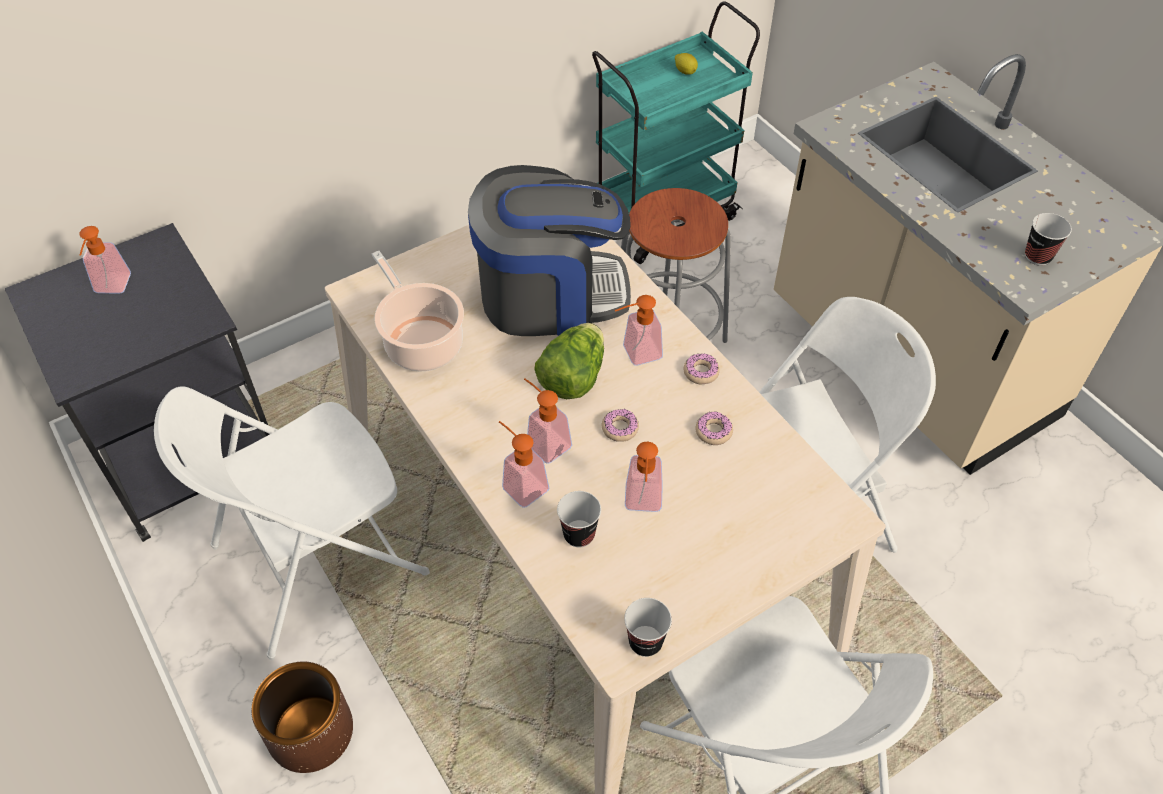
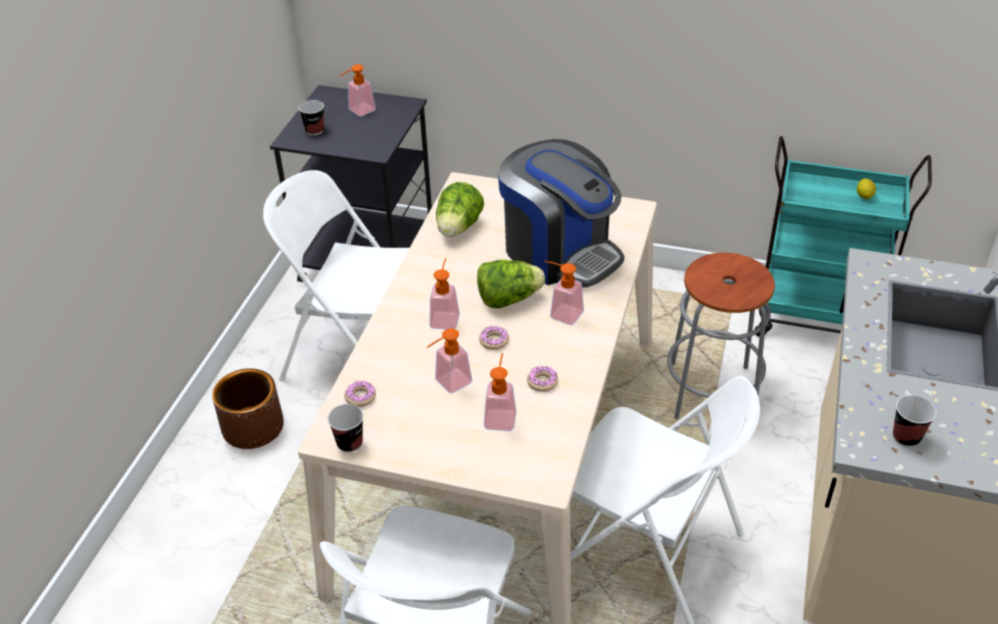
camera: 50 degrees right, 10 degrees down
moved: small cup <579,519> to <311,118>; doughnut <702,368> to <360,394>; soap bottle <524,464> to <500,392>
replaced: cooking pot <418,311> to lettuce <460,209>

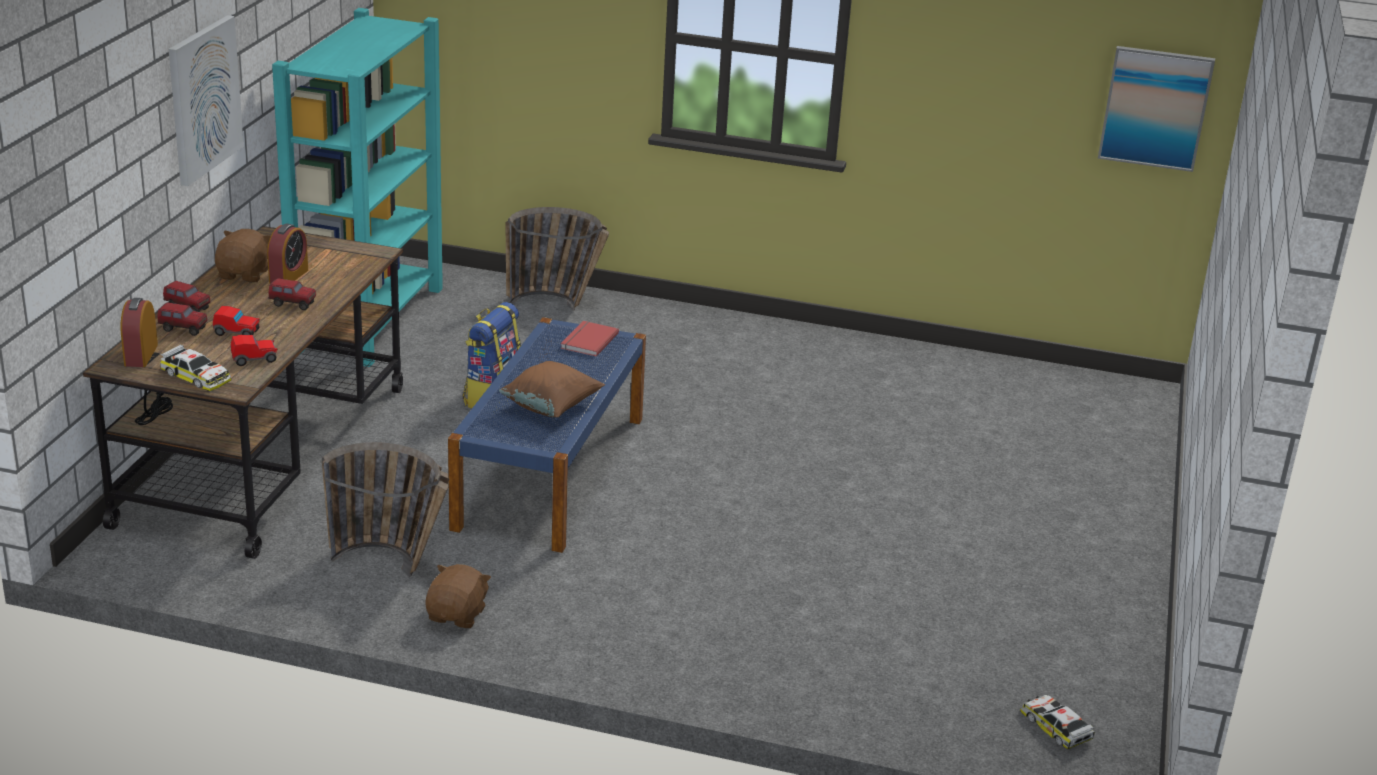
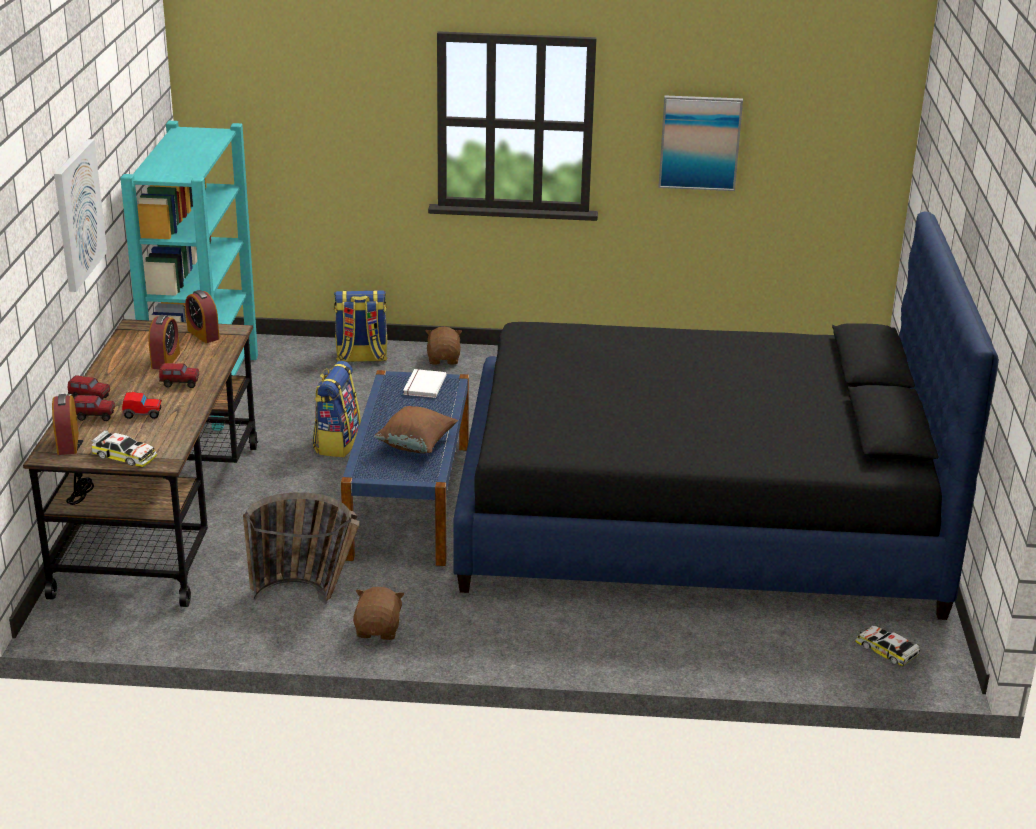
camera: 10 degrees left, 0 degrees up
removed: miniature car <254,350>
added: alarm clock <202,316>; sleeping bed in black <726,415>
moved: plush toy in brown-coloured <243,256> to <444,345>; picture <1156,109> to <701,143>
replaced: storage basket <557,259> to backpack <361,326>
recoloured: book in reddish <590,338> to book in whitish <424,383>

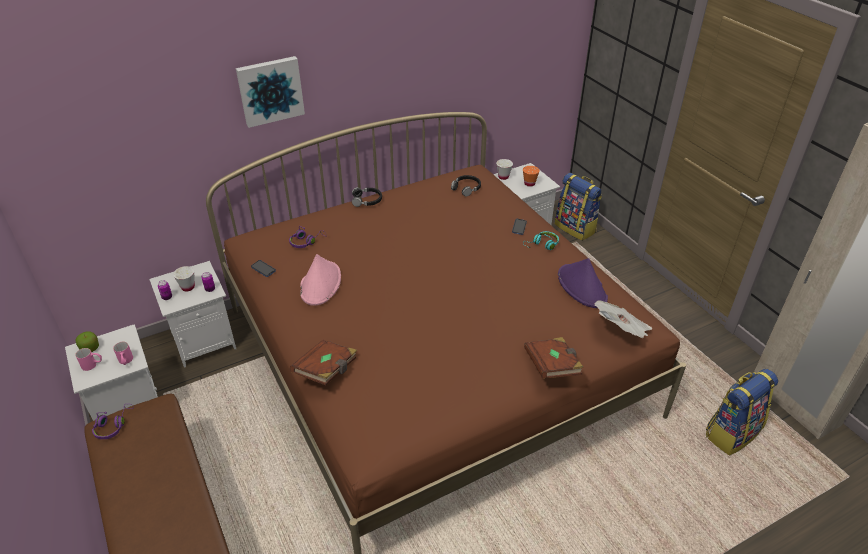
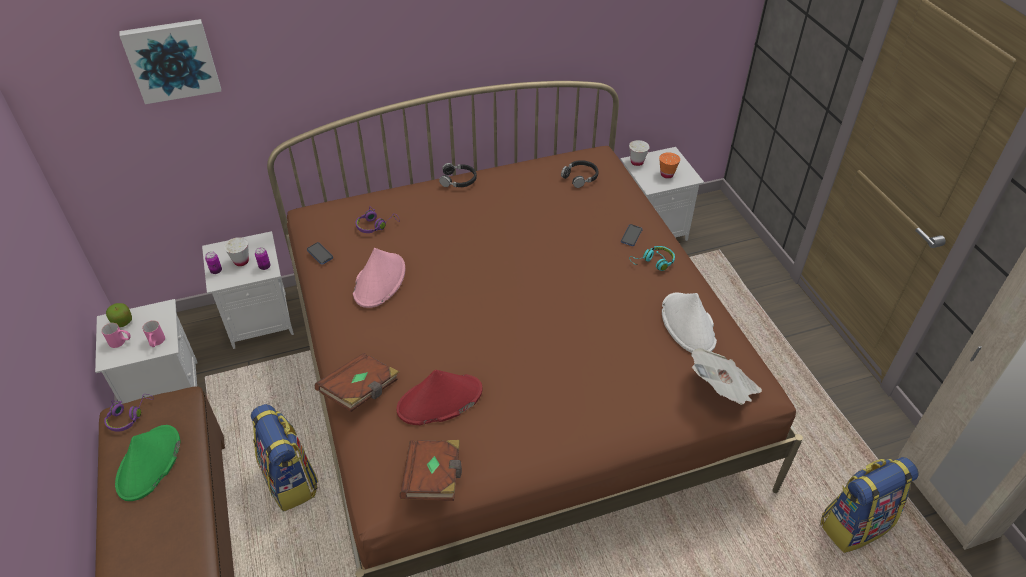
camera: 10 degrees right, 5 degrees up
added: hat in greenish <147,463>; hat in reddish <440,397>
moved: picture <270,92> to <170,61>; backpack <578,207> to <284,457>; book in brown-coloured <553,358> to <431,470>
recoloured: hat in purple <583,283> to hat in whitish <689,323>

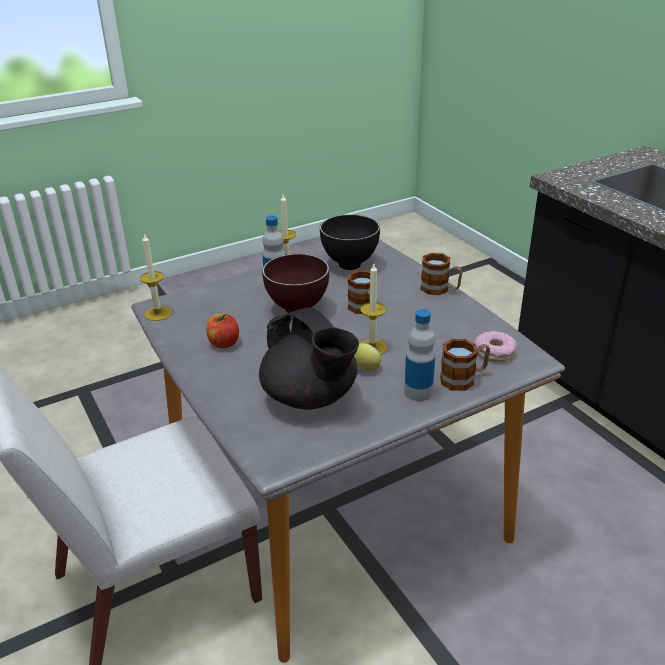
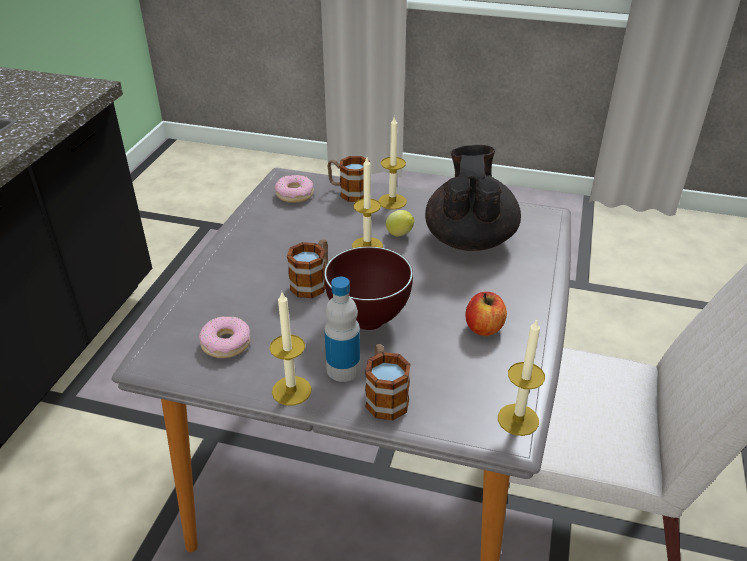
camera: 135 degrees left, 5 degrees up
moved: tea mug <441,274> to <388,382>
replaced: deep dish in black <350,242> to doughnut <224,337>; drink bottle <419,355> to wax candle <393,163>

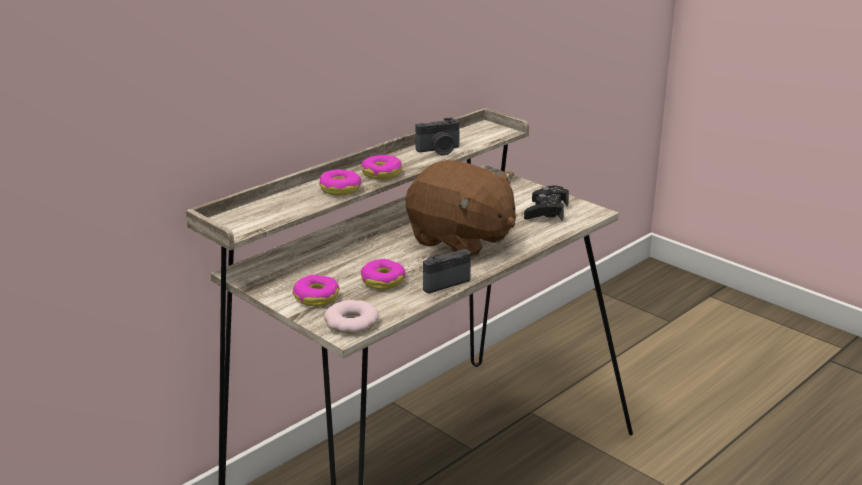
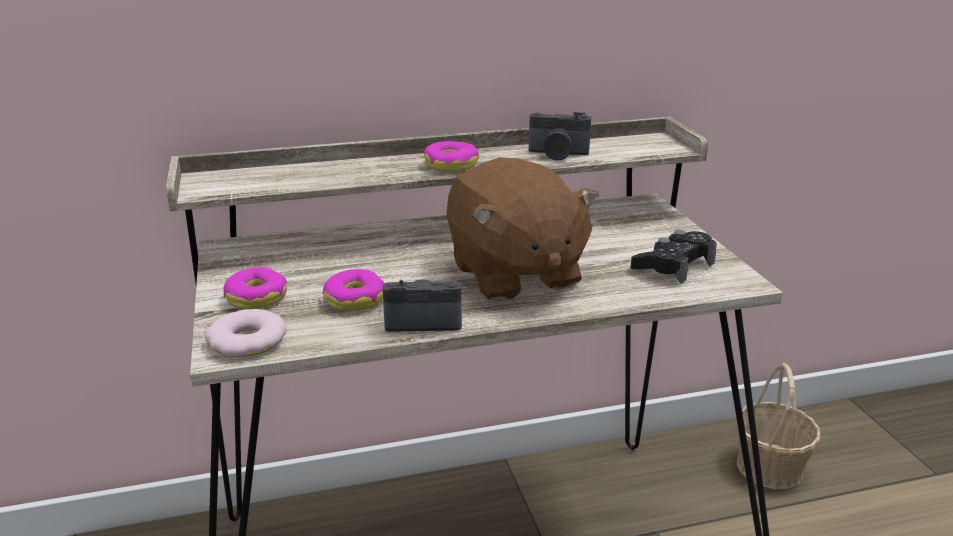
camera: 30 degrees right, 0 degrees up
removed: doughnut <340,182>
added: storage basket <778,426>

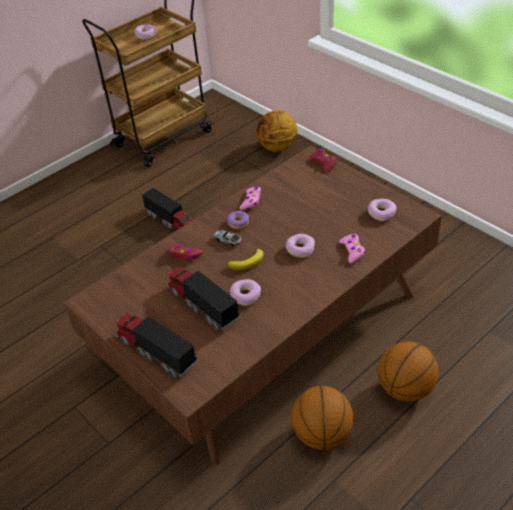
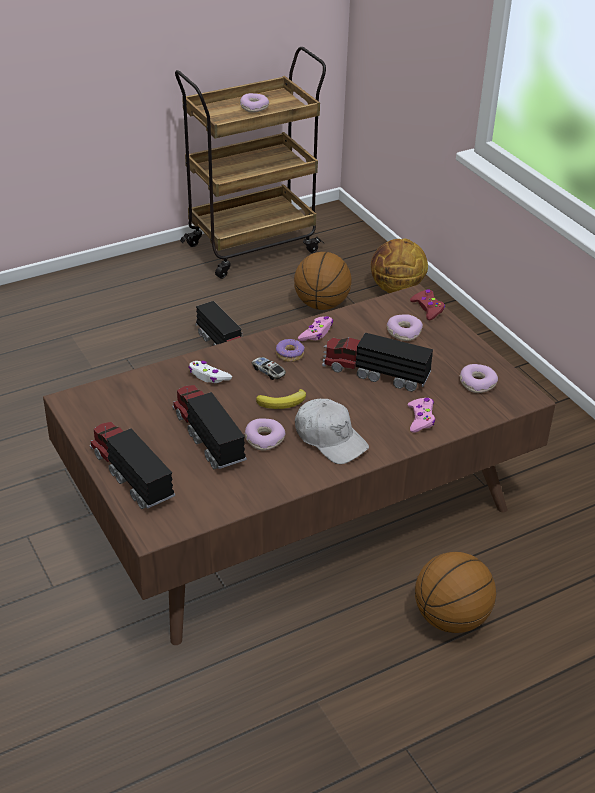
camera: 10 degrees right, 5 degrees down
added: peaked cap in whitish <332,431>; toy lorry <377,362>
moved: ball for basketball <322,418> to <323,281>; doughnut <300,246> to <405,327>
recoloured: game controller in reddish <185,252> to game controller in whitish <210,372>

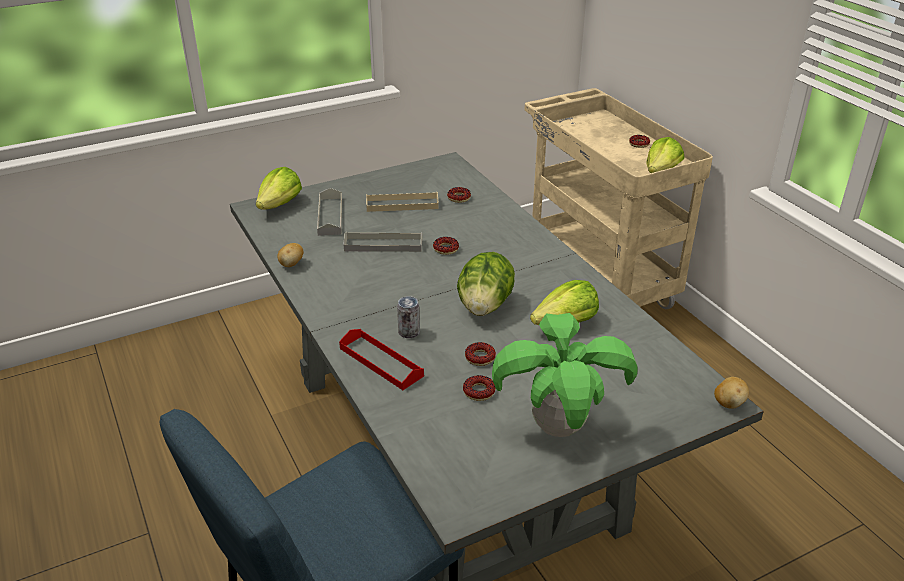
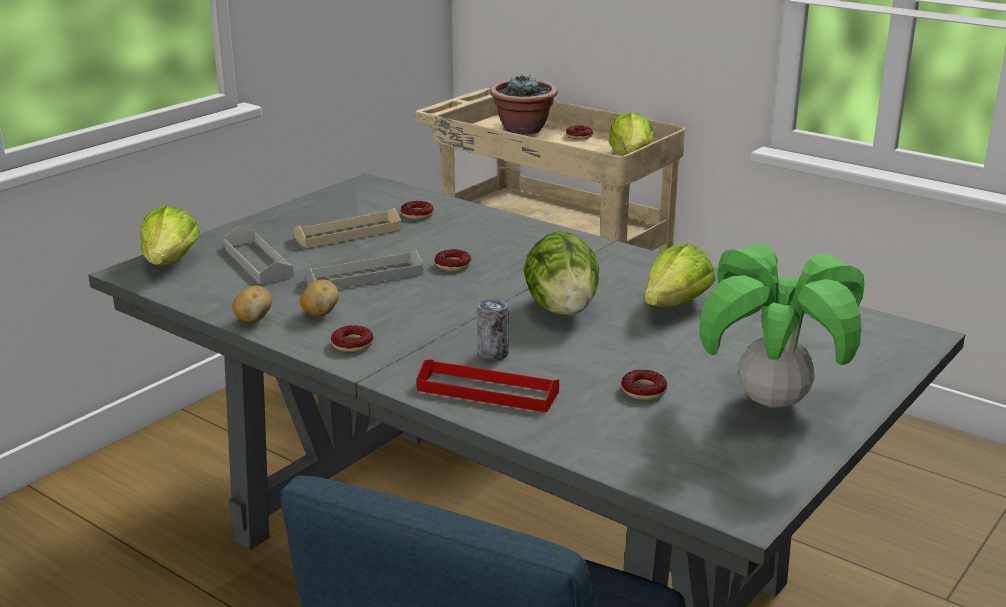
camera: 25 degrees left, 10 degrees down
added: potted plant <524,104>
moved: spud <731,393> to <319,298>; doughnut <480,354> to <352,338>

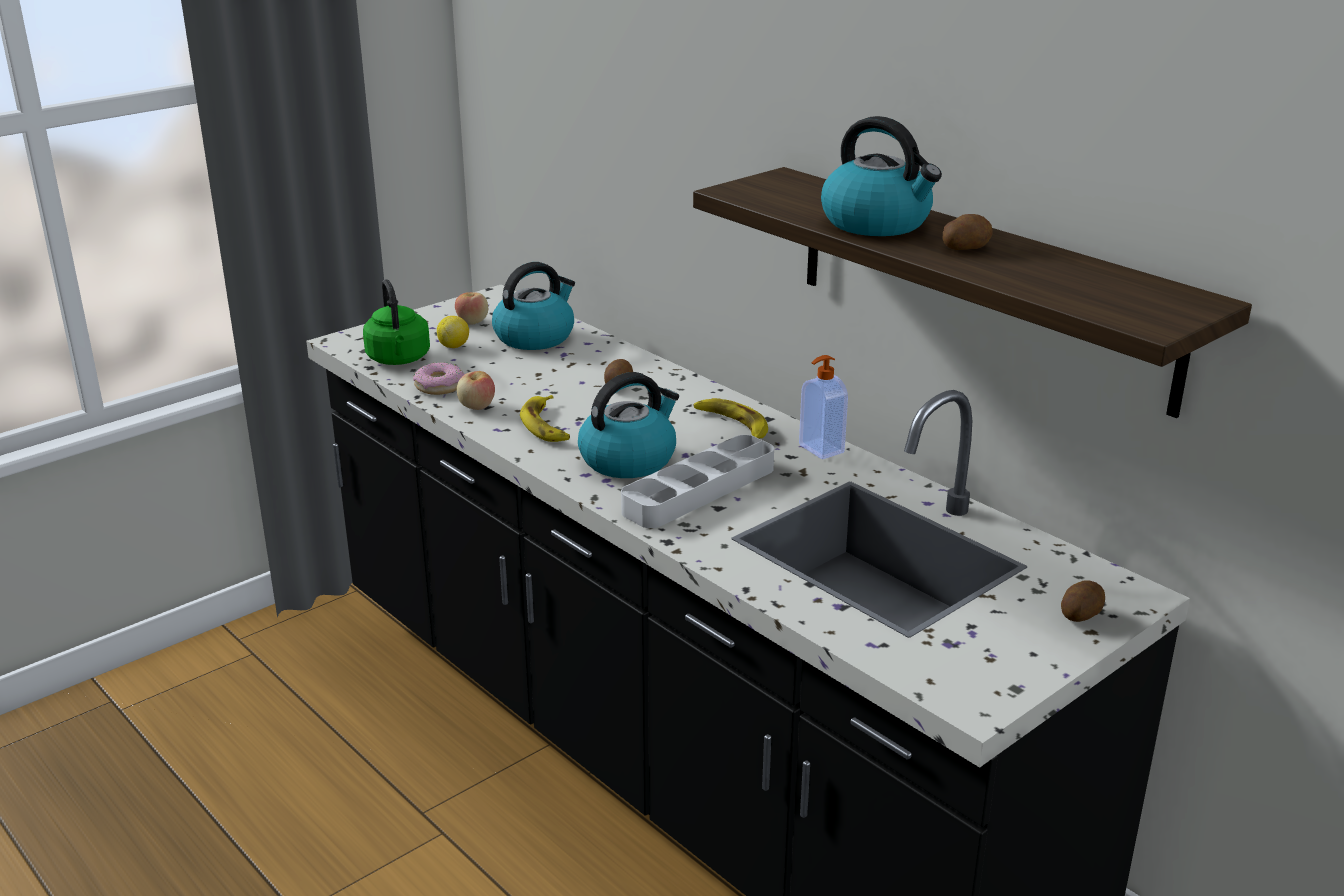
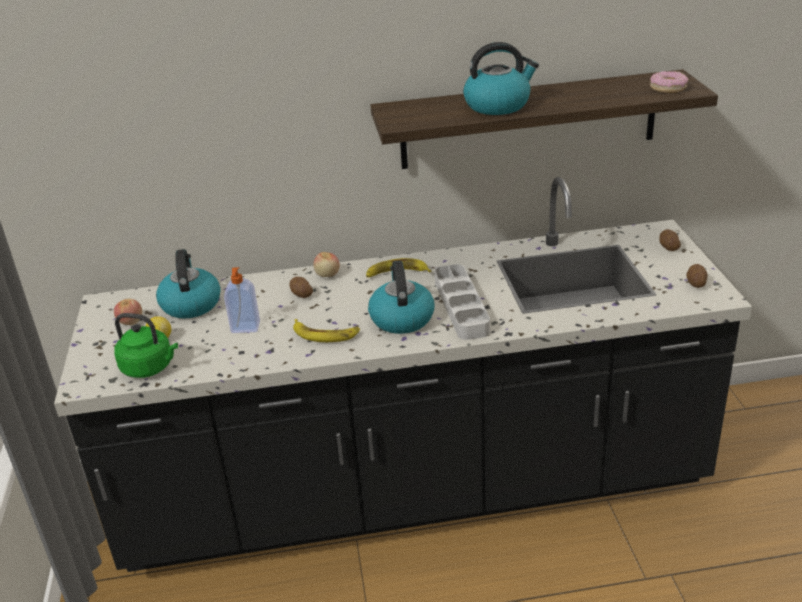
camera: 55 degrees left, 5 degrees up
moved: soap bottle <823,407> to <242,300>; whole apple <476,390> to <327,264>; doughnut <439,378> to <669,82>; spud <967,232> to <696,276>

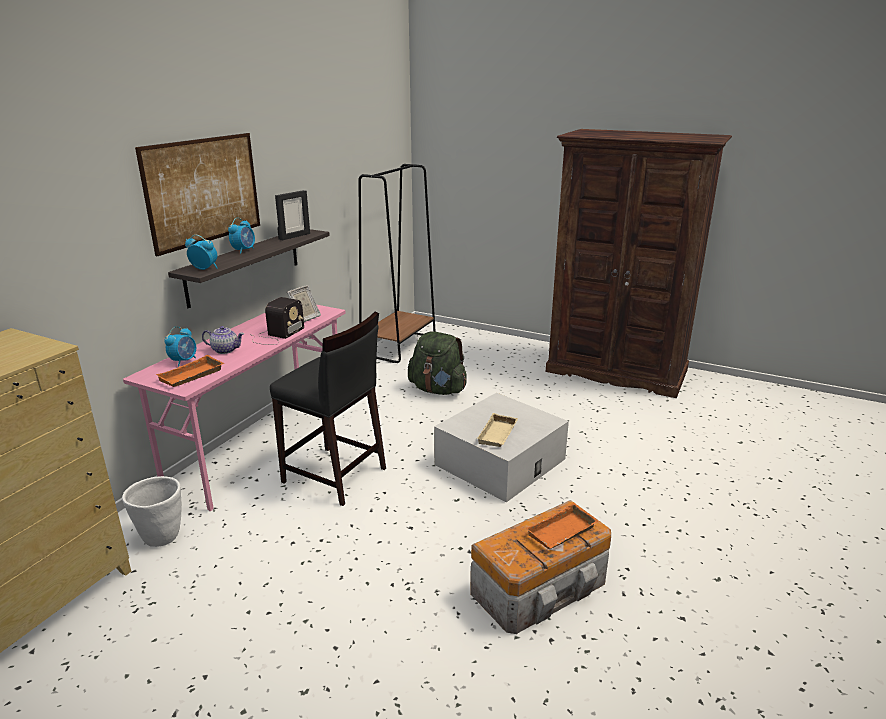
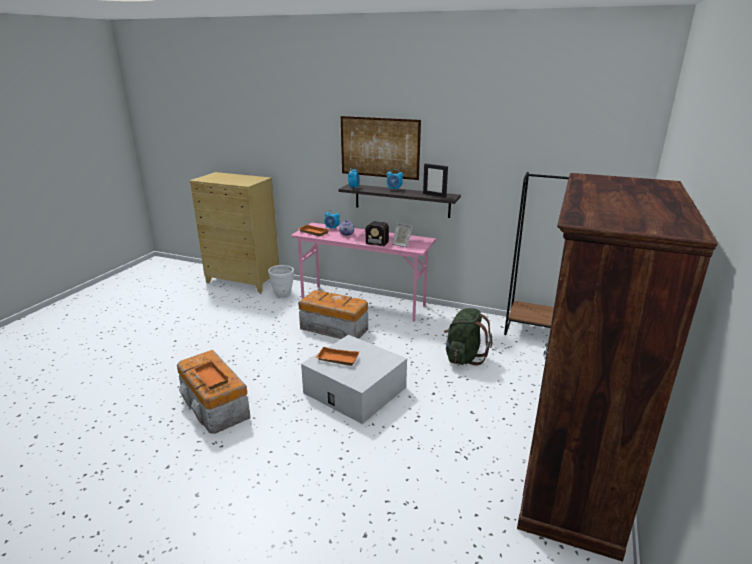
camera: 85 degrees right, 0 degrees up
replaced: sitting stool in black <328,409> to storage box <333,314>
recoloured: serving tray in sand-coloured <497,430> to serving tray in orange <337,356>

